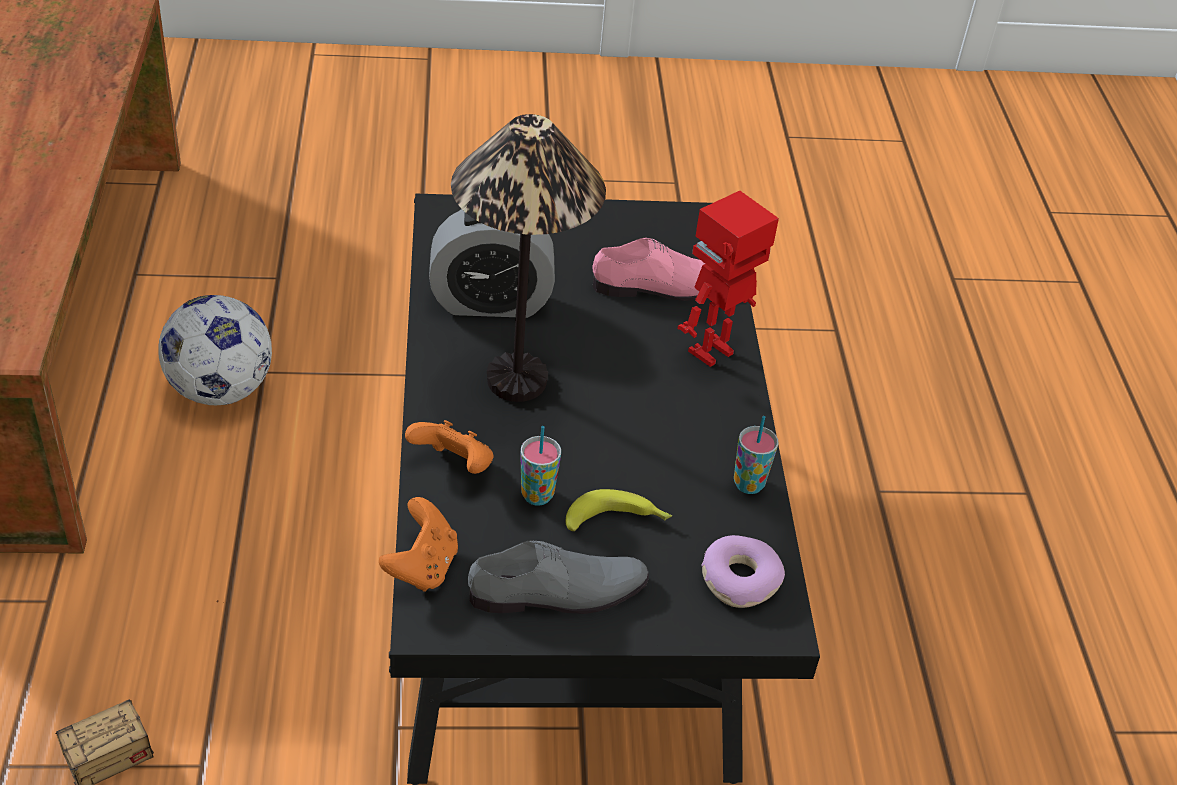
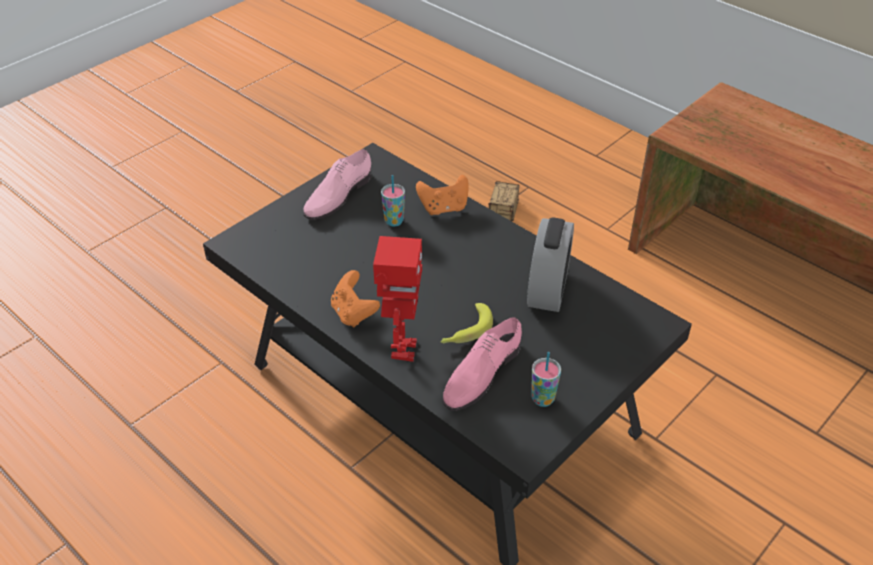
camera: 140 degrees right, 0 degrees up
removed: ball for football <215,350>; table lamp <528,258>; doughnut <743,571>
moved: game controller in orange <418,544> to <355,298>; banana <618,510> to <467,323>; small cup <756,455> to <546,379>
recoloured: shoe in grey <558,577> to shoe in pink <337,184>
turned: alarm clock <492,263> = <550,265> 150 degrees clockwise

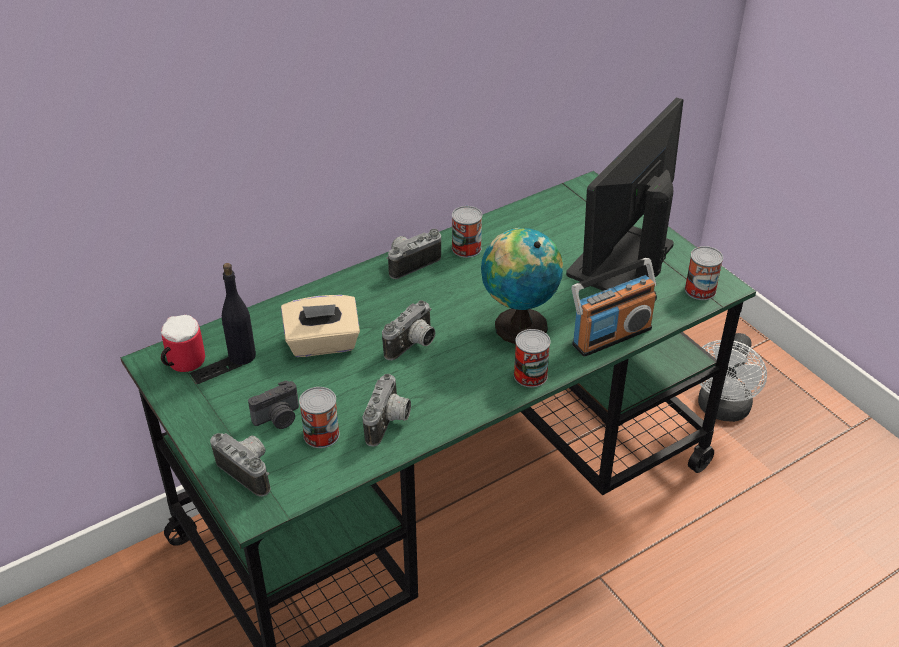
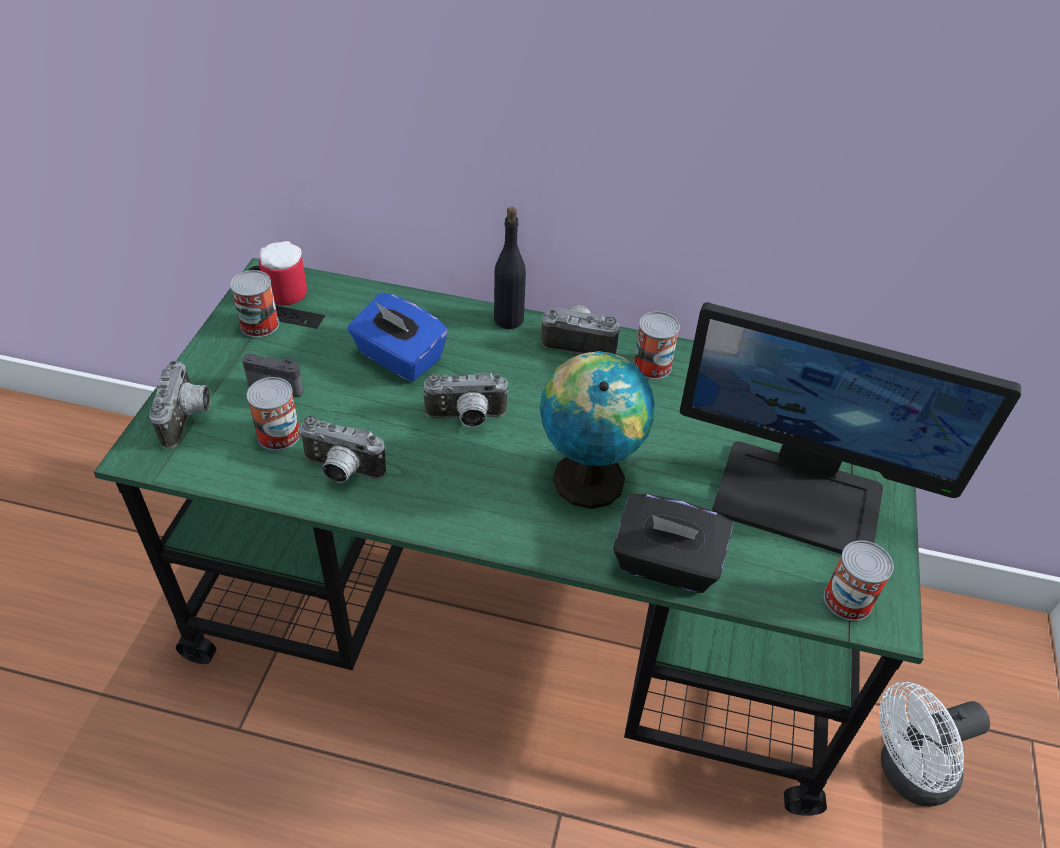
camera: 45 degrees right, 5 degrees up
moved: sealed can <532,358> to <254,303>; drink bottle in black <239,314> to <510,268>
replaced: radio set <614,307> to box of tissues in black <673,543>
recoloured: box of tissues in sand-coloured <320,326> to box of tissues in blue-coloured <398,337>
turned: still camera <386,410> = <342,449> 45 degrees clockwise; monitor <624,194> = <850,428> 150 degrees counterclockwise

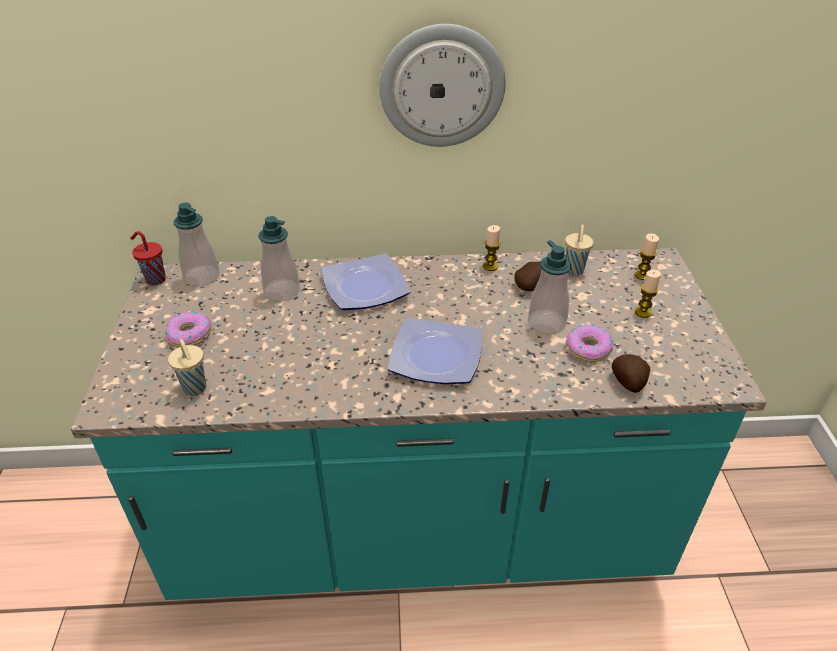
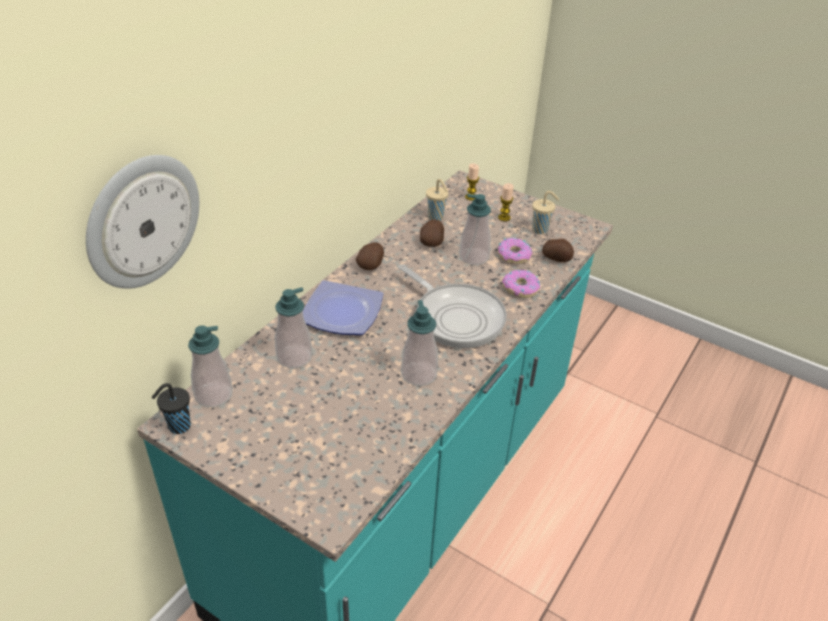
camera: 55 degrees left, 0 degrees up
removed: wax candle <492,248>
added: spud <370,256>; soap bottle <419,343>
moved: wall clock <442,85> to <142,222>; doughnut <188,329> to <521,284>; small cup in sand-coloured <187,367> to <545,212>
replaced: dinner plate <435,351> to pan <452,306>
recoloured: small cup in reddish <148,258> to small cup in black <171,408>

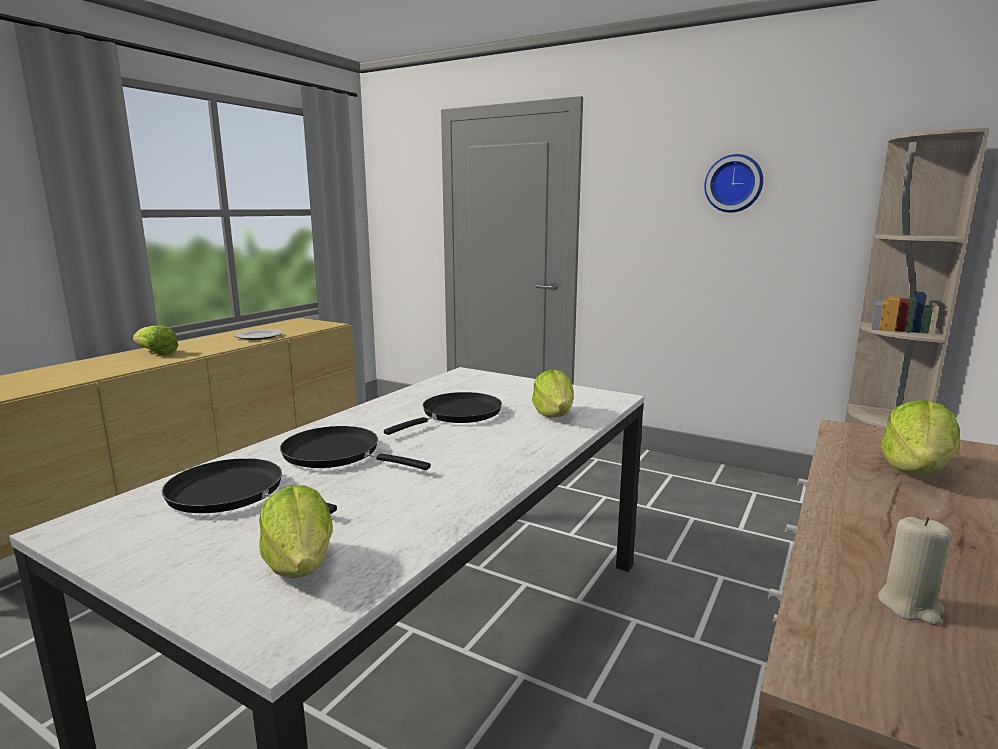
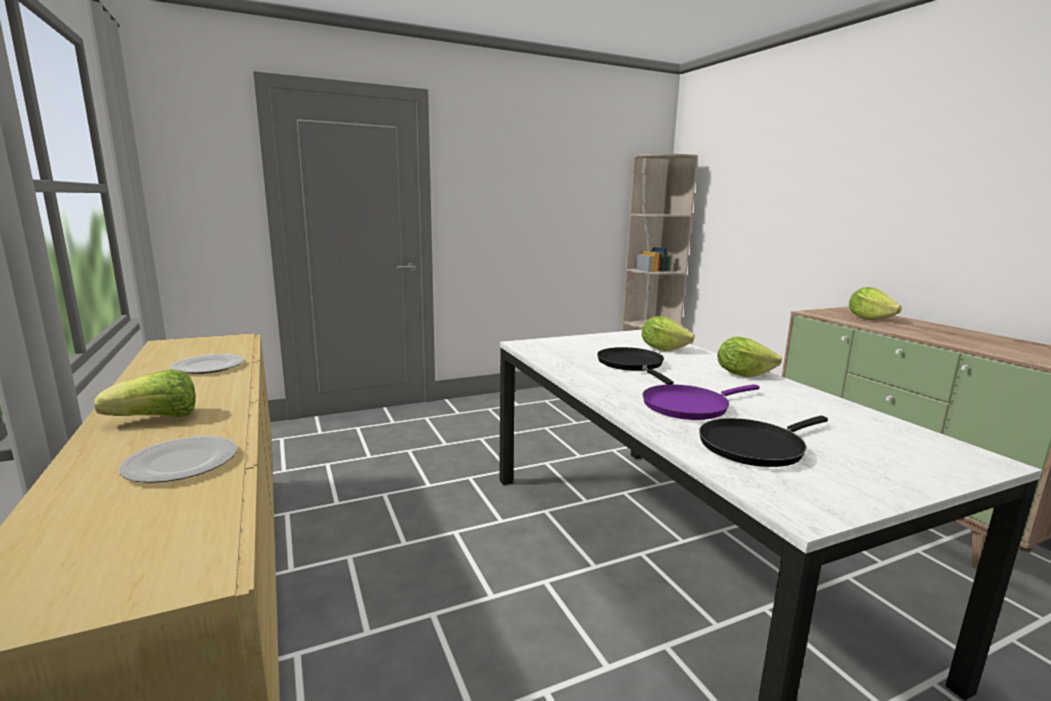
camera: 55 degrees left, 0 degrees up
removed: wall clock <733,183>; wax candle in sand-coloured <915,571>
added: dinner plate <178,459>
moved: lettuce <296,531> to <750,356>
recoloured: pan in black <355,448> to pan in purple <701,402>

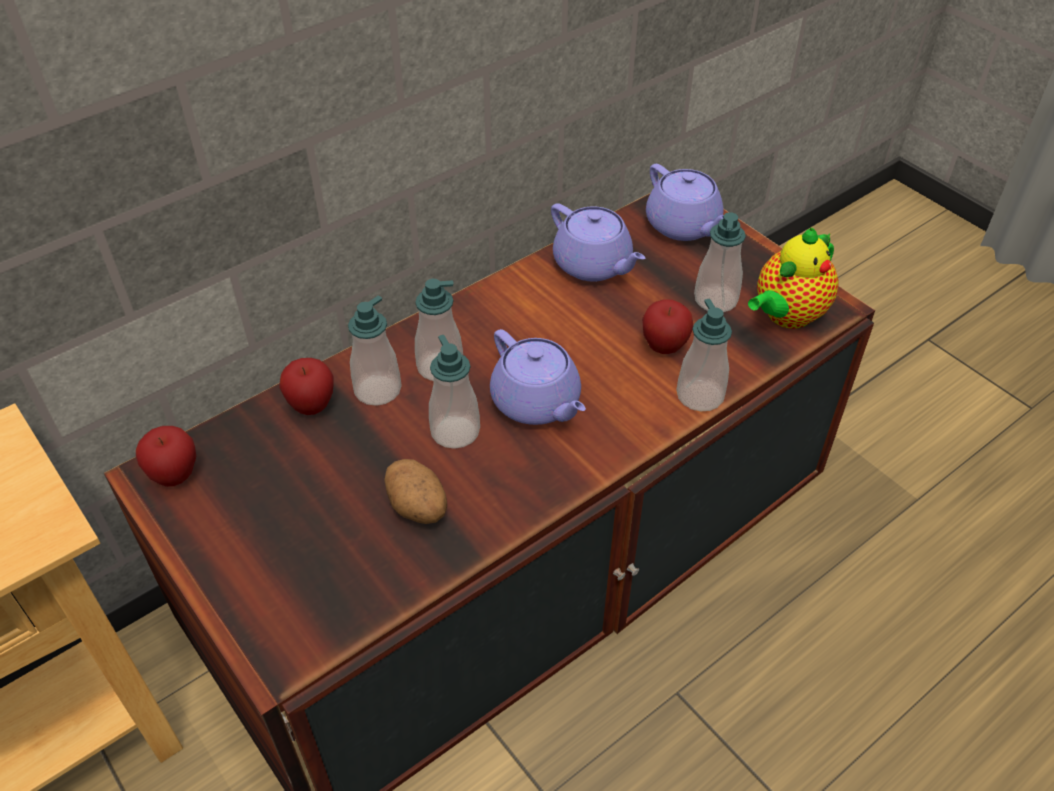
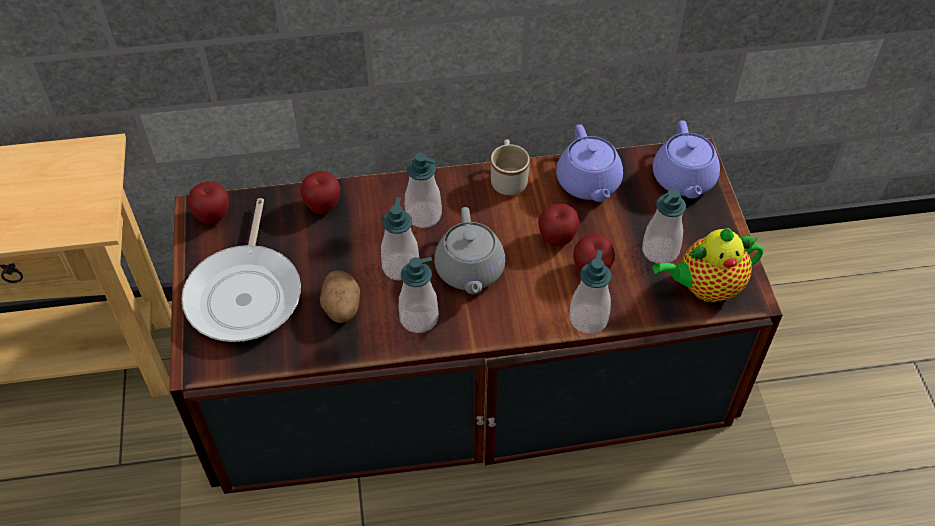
camera: 30 degrees right, 5 degrees up
added: pan <241,270>; tea mug in sand-coloured <510,167>; whole apple <559,224>
moved: soap bottle <375,350> to <419,295>
recoloured: pot for tea in purple <538,377> to pot for tea in grey <469,250>

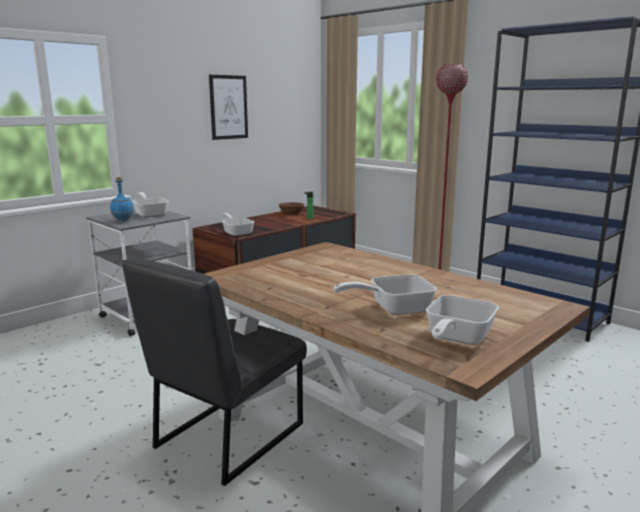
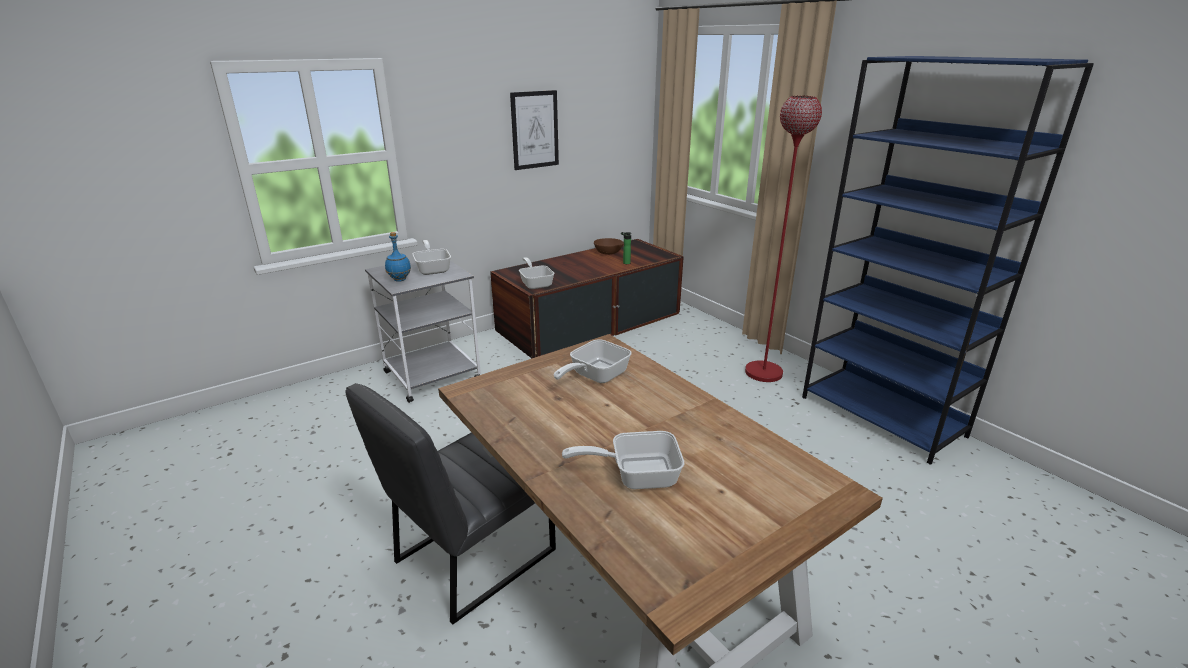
camera: 10 degrees right, 10 degrees up
moved: pan <462,320> to <593,361>

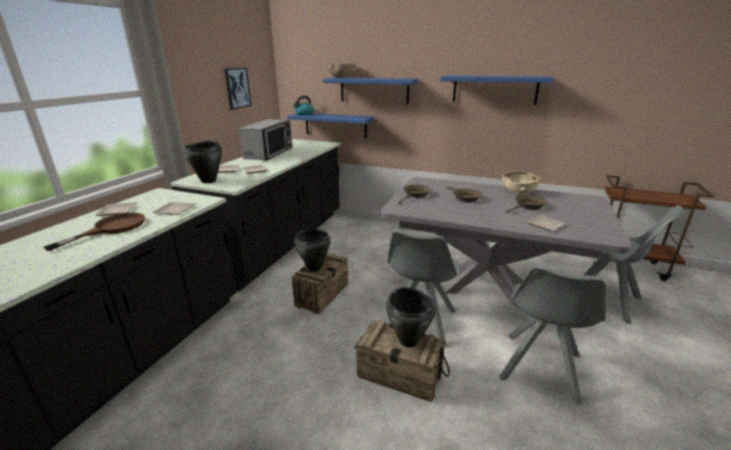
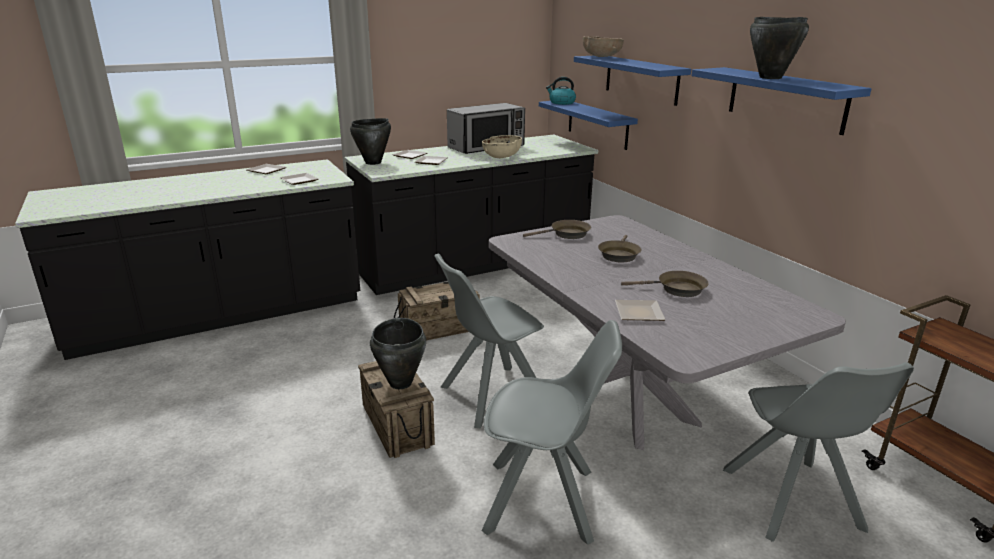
camera: 40 degrees right, 0 degrees up
removed: pan in brown-coloured <94,232>; picture <237,88>
moved: deep dish in sand-coloured <521,182> to <502,146>; cooking pot in black <312,250> to <779,48>
turned: chair in grey <552,335> = <552,432> 150 degrees counterclockwise

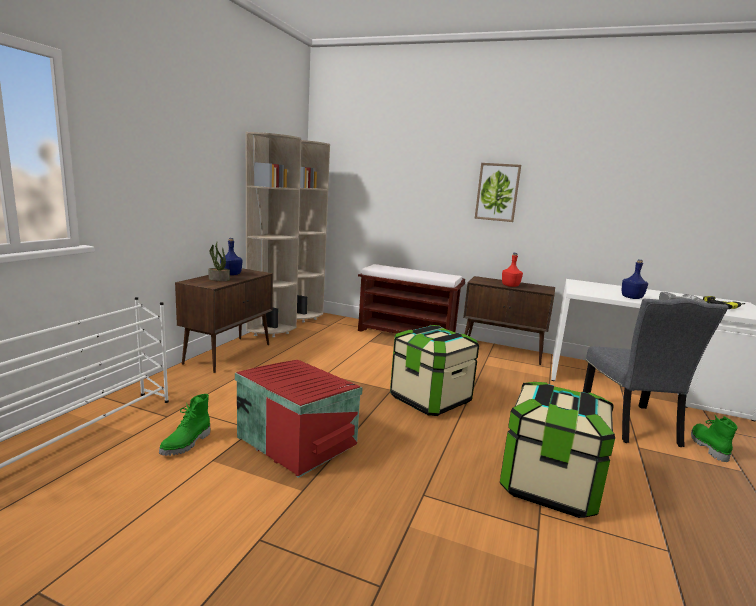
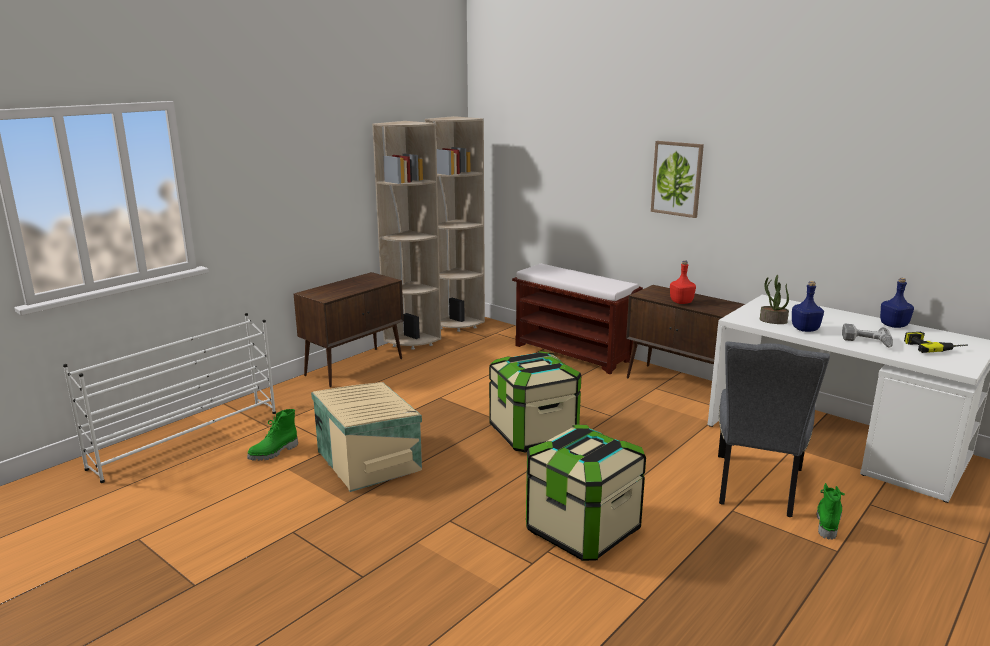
camera: 20 degrees right, 5 degrees up
moved: potted plant <219,261> to <774,299>; drink bottle in blue-coloured <231,256> to <897,303>
recoloured: storage box in reddish <299,419> to storage box in sand-coloured <366,437>

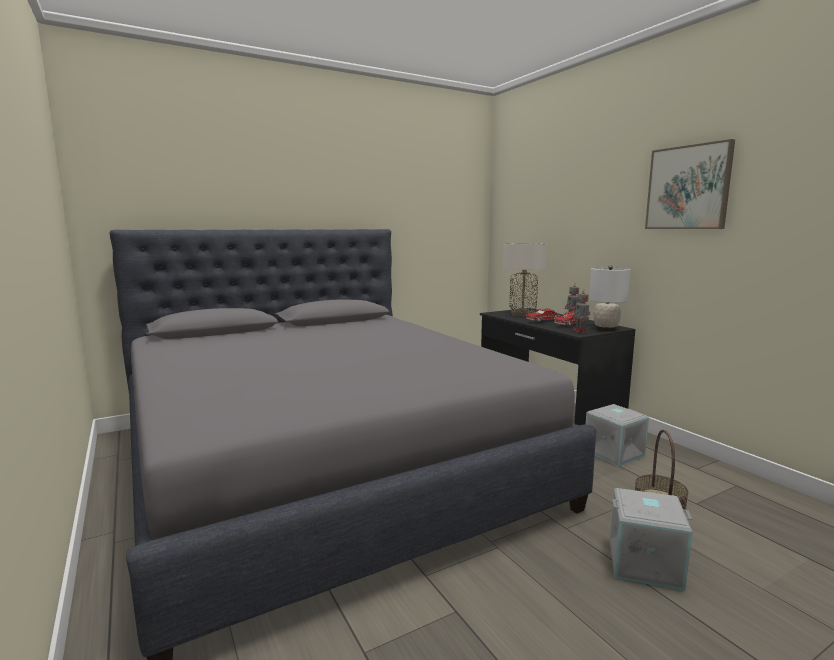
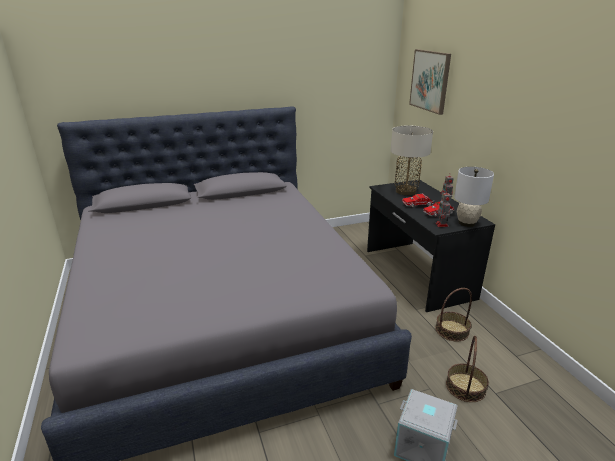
camera: 10 degrees right, 15 degrees up
moved: picture <690,184> to <430,82>
replaced: storage box in grey <617,435> to storage basket <453,315>

